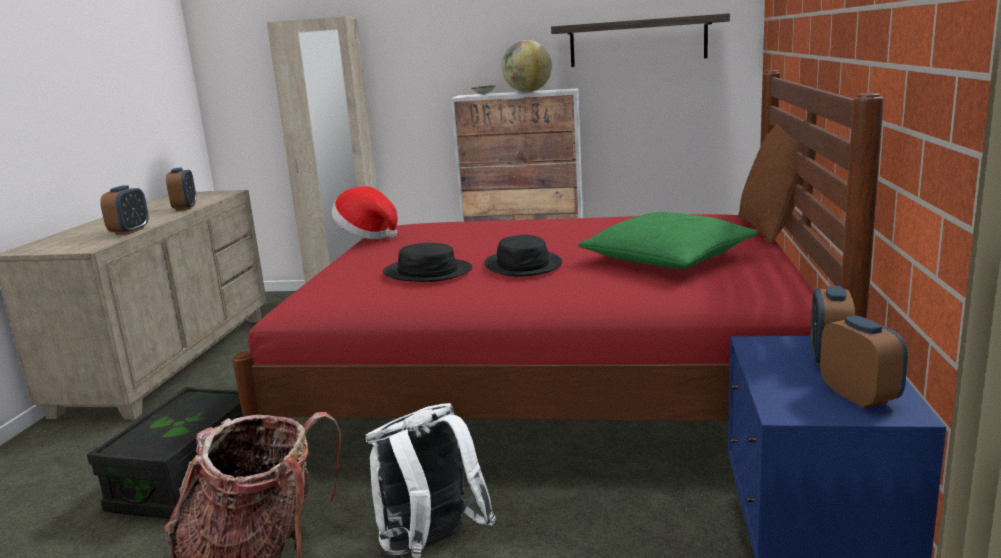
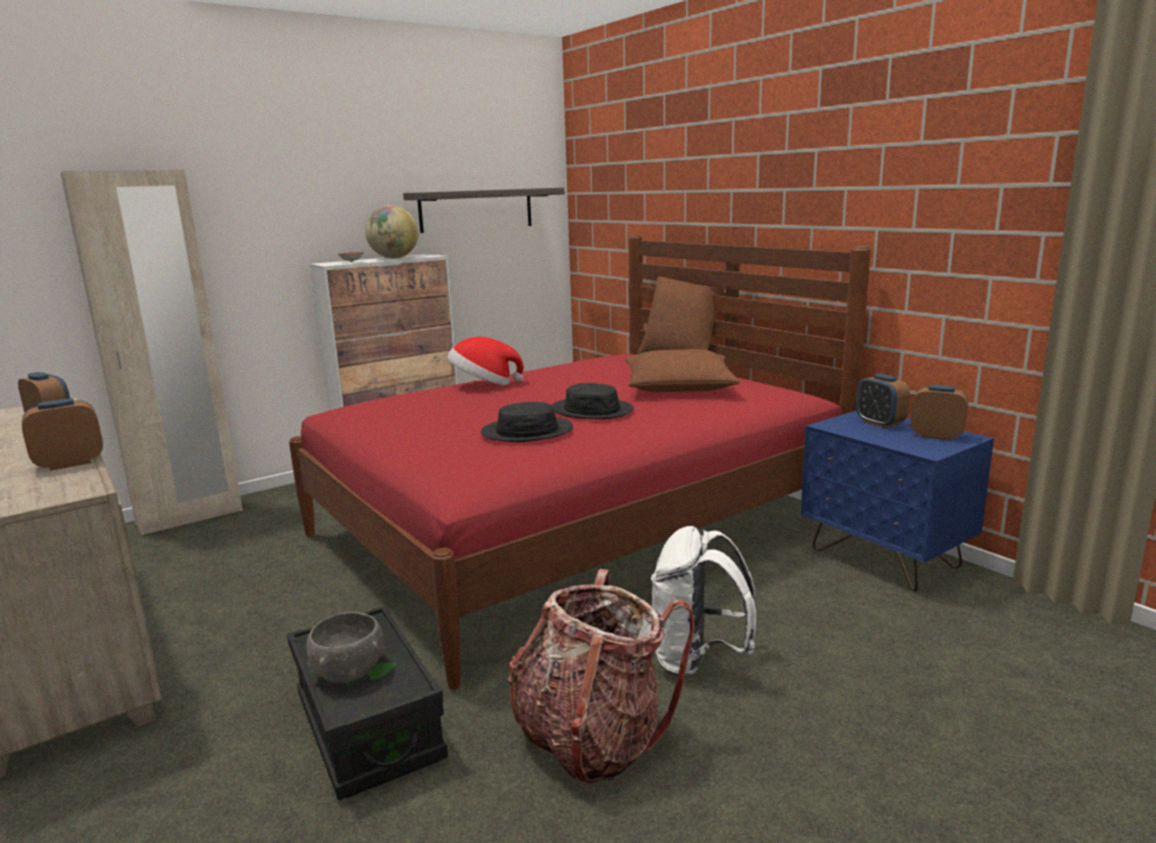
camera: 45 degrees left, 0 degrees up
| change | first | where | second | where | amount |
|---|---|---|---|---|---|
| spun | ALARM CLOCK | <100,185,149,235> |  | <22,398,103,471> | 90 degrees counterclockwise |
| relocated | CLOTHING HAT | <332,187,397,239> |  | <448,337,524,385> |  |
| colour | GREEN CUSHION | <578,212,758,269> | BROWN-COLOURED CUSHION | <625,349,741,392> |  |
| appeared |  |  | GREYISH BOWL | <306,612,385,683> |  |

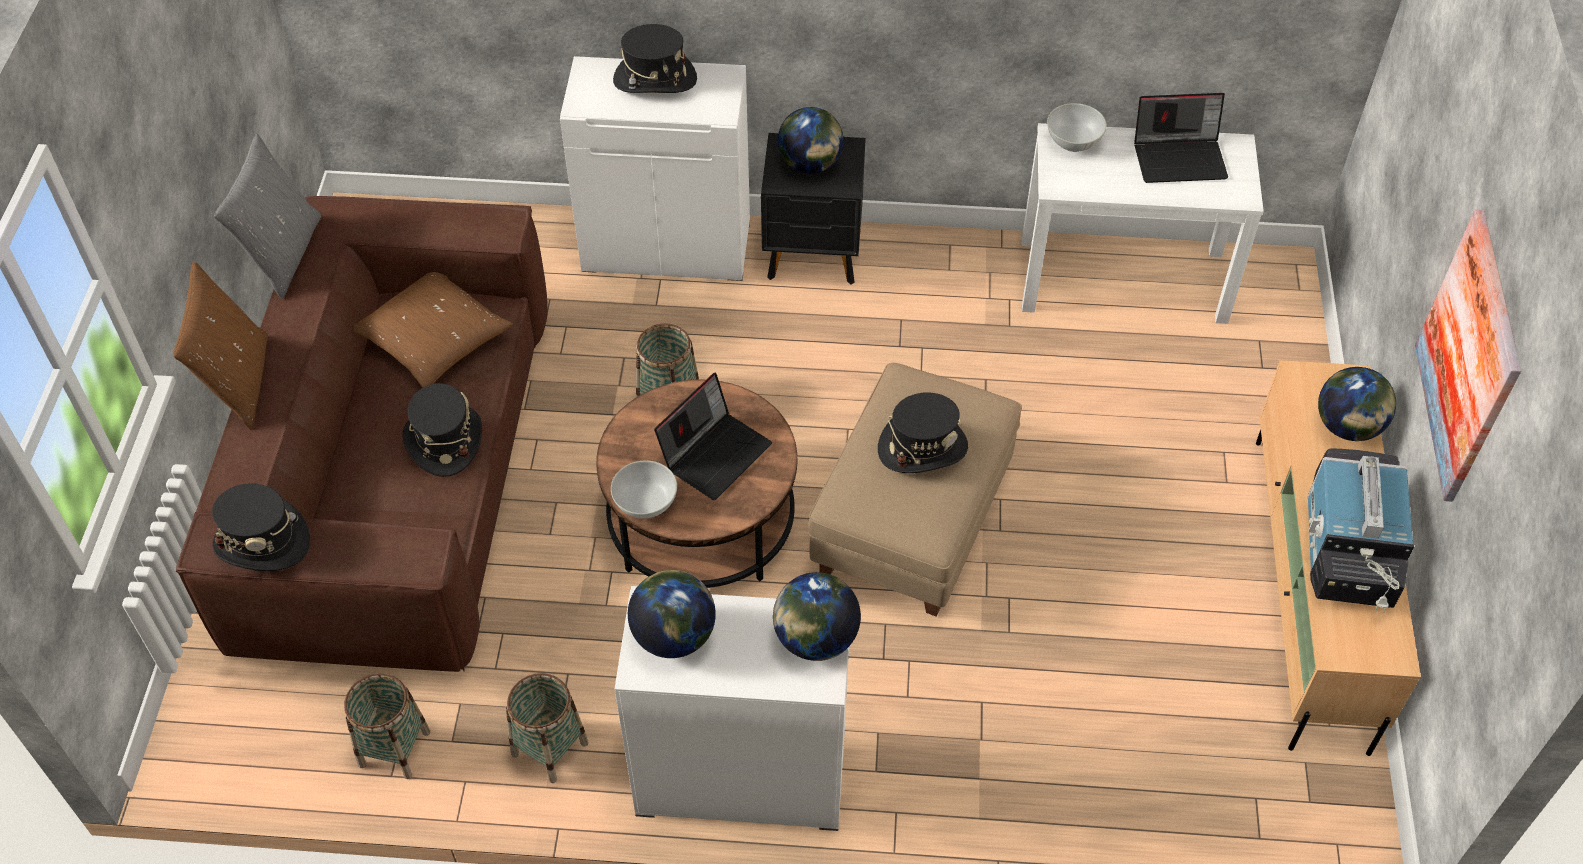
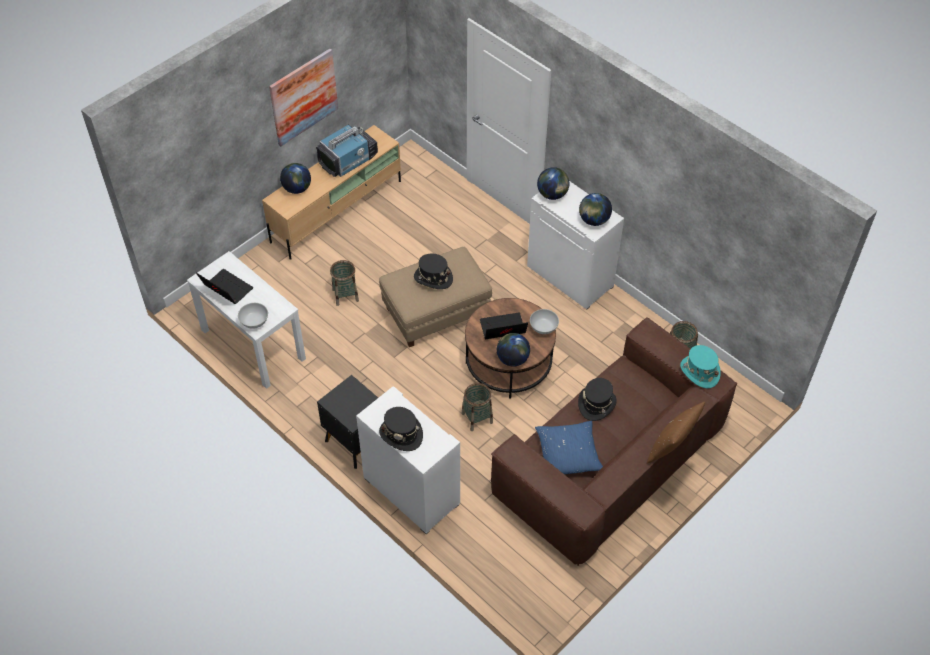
camera: 140 degrees left, 0 degrees up
| change | first | where | second | where | amount |
|---|---|---|---|---|---|
| colour | BLACKISH CLOTHING HAT | <212,483,310,571> | BLUE-GREEN CLOTHING HAT | <680,345,721,388> |  |
| missing | GREYISH CUSHION | <214,134,321,299> |  |  |  |
| colour | BROWN-COLOURED CUSHION | <354,272,513,387> | BLUISH CUSHION | <535,421,603,474> |  |
| relocated | STORAGE BASKET | <506,673,589,783> |  | <330,260,359,306> |  |
| relocated | GLOBE | <778,107,843,174> |  | <497,333,530,367> |  |

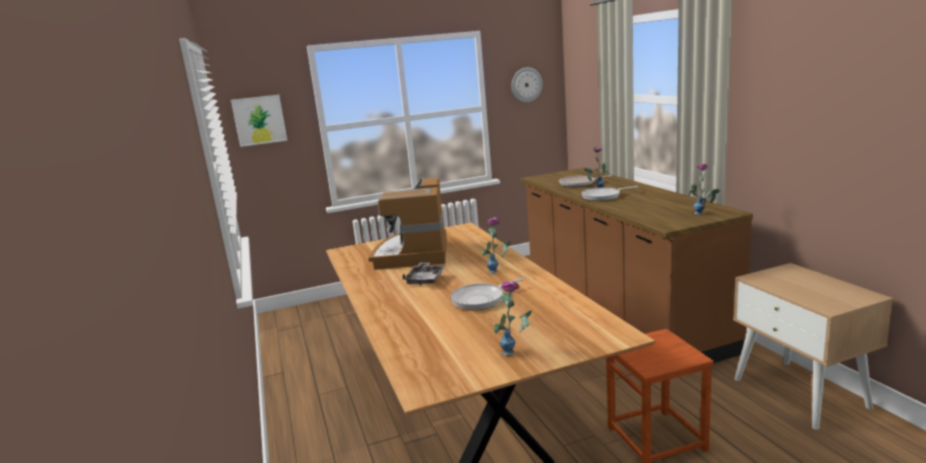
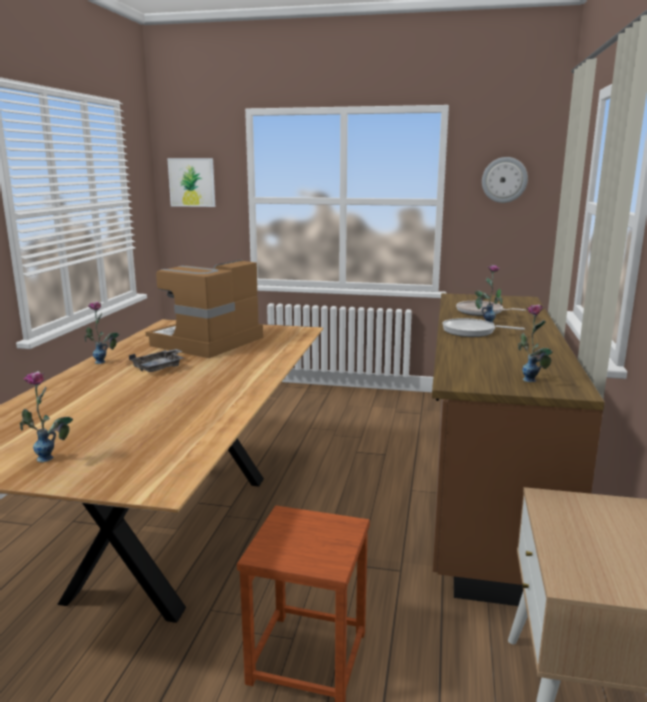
camera: 30 degrees right, 0 degrees up
| change | first | where | second | where | amount |
|---|---|---|---|---|---|
| missing | PAN | <451,278,524,310> |  |  |  |
| relocated | VASE | <482,217,511,274> |  | <85,301,119,364> |  |

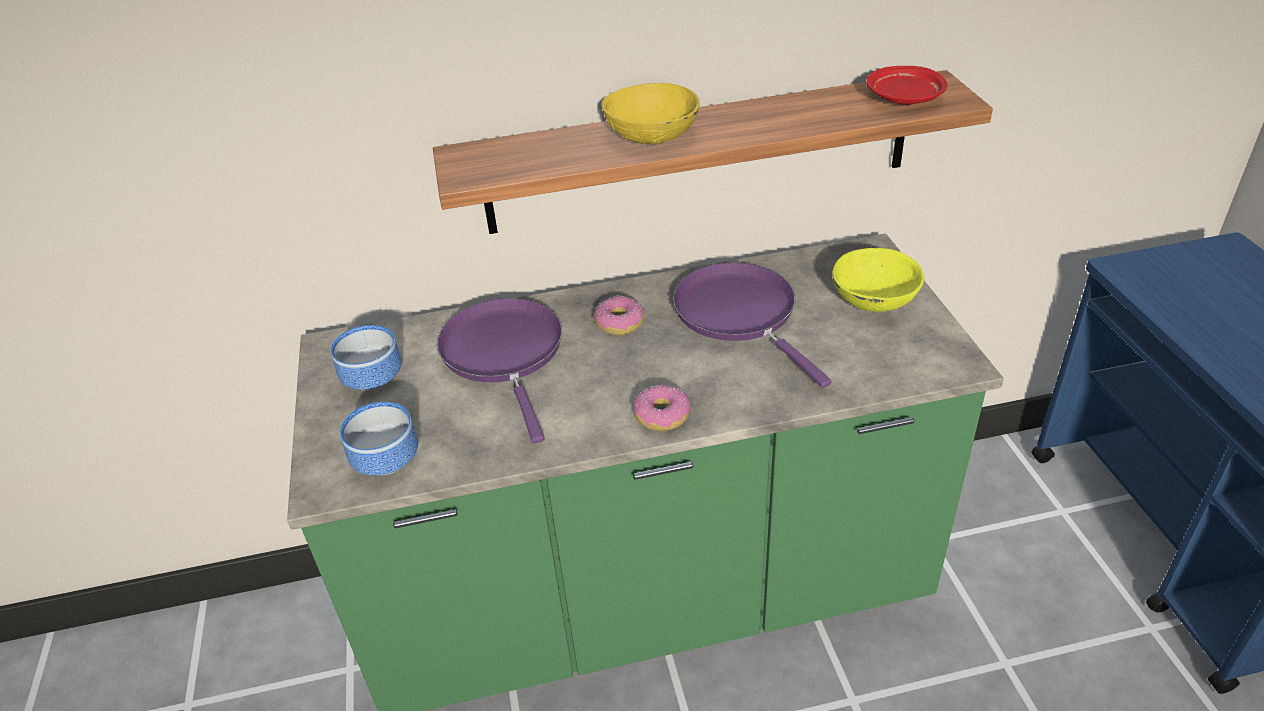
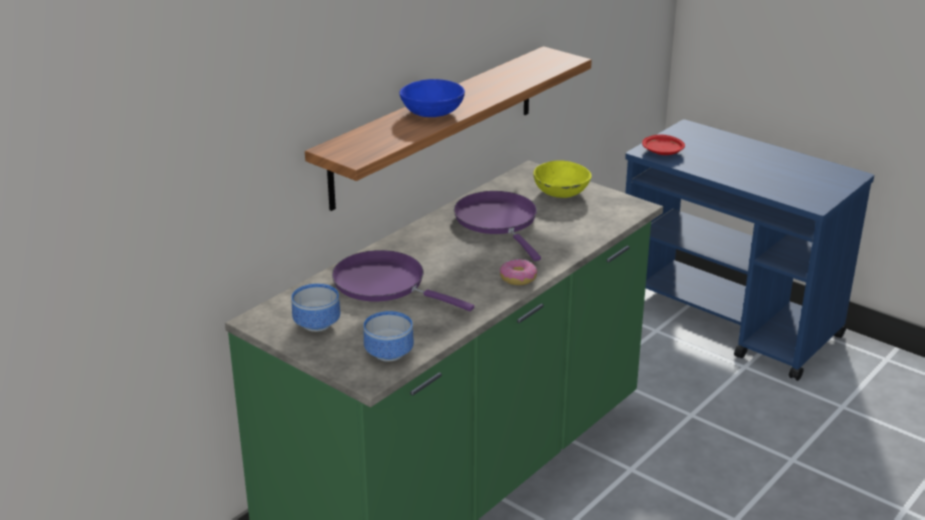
camera: 40 degrees left, 10 degrees down
| change | first | where | second | where | amount |
|---|---|---|---|---|---|
| missing | DONUT | <594,295,644,336> |  |  |  |
| colour | YELLOWISH BOWL | <601,83,699,144> | BLUISH BOWL | <399,79,465,117> |  |
| spun | PURPLE-COLOURED PAN | <673,262,832,388> |  | <454,191,541,261> | 45 degrees clockwise |
| relocated | REDDISH PLATE | <866,66,947,105> |  | <642,135,685,155> |  |

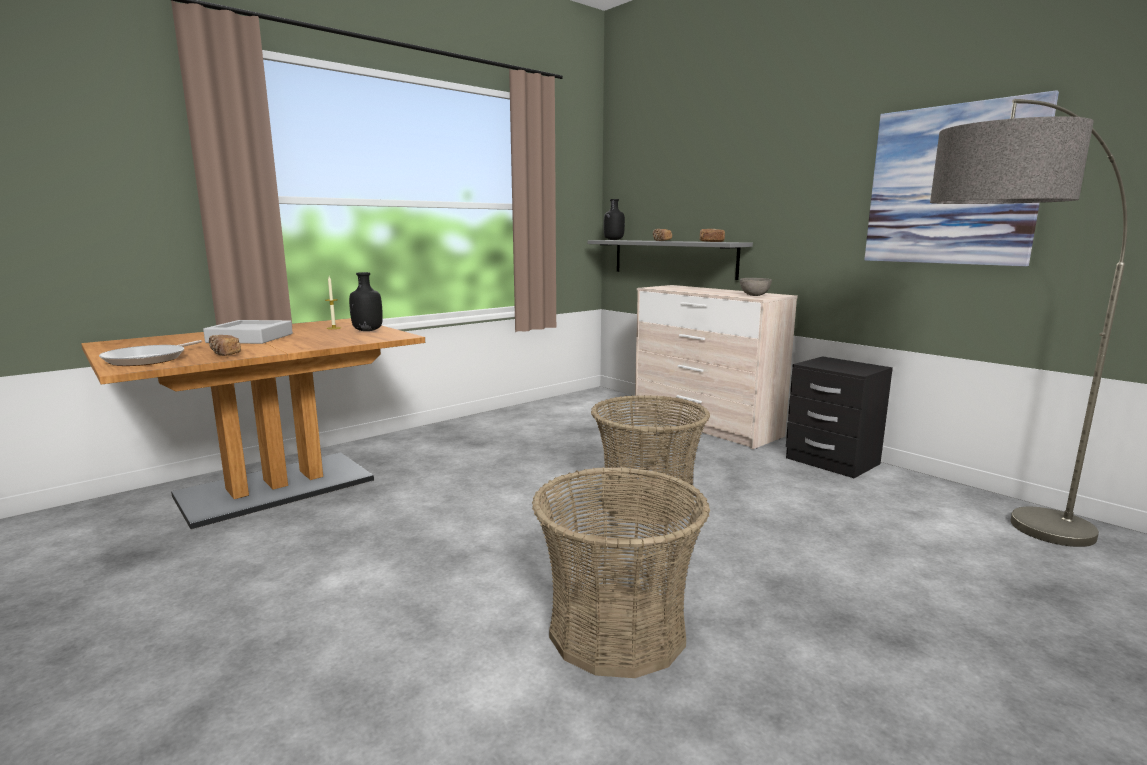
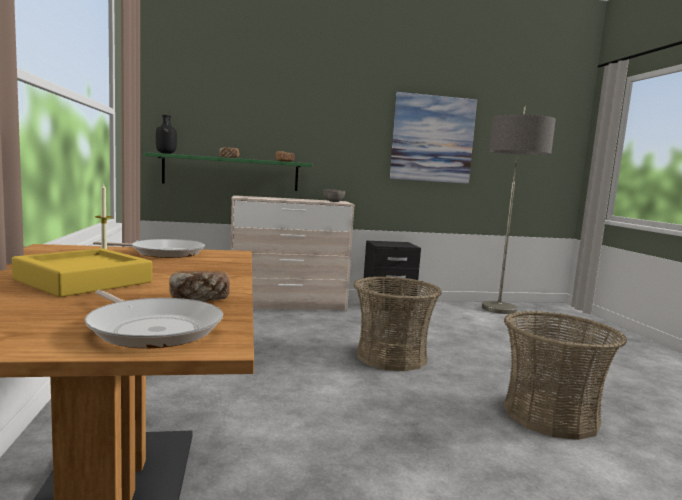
camera: 60 degrees left, 5 degrees down
| change | first | where | second | where | amount |
|---|---|---|---|---|---|
| colour | GREYISH TRAY | <203,320,293,344> | YELLOWISH TRAY | <12,248,152,297> |  |
| exchanged | BLACKISH DRINK BOTTLE | <349,272,383,331> | PAN | <93,239,205,258> |  |
| colour | GREYISH SHELF | <587,240,753,280> | GREEN SHELF | <145,152,312,191> |  |

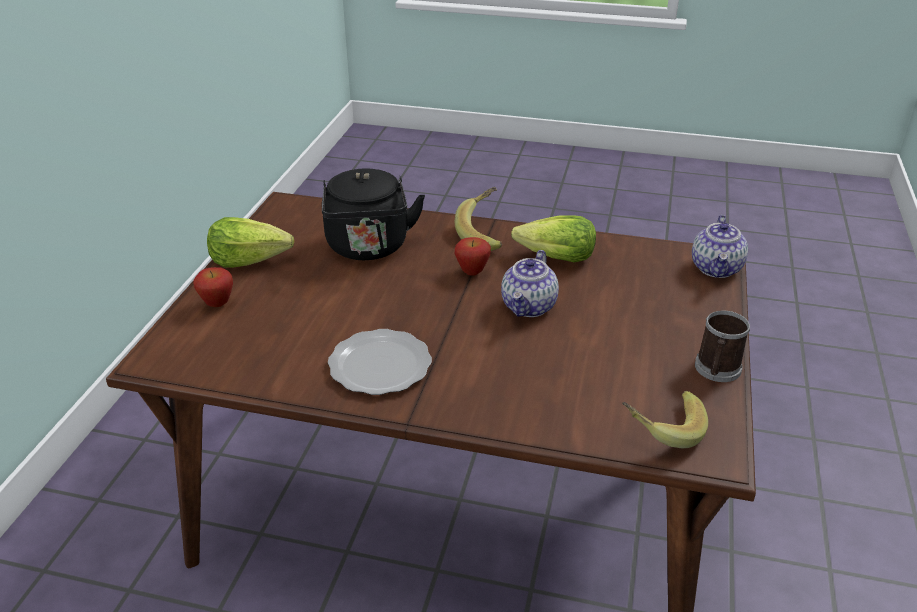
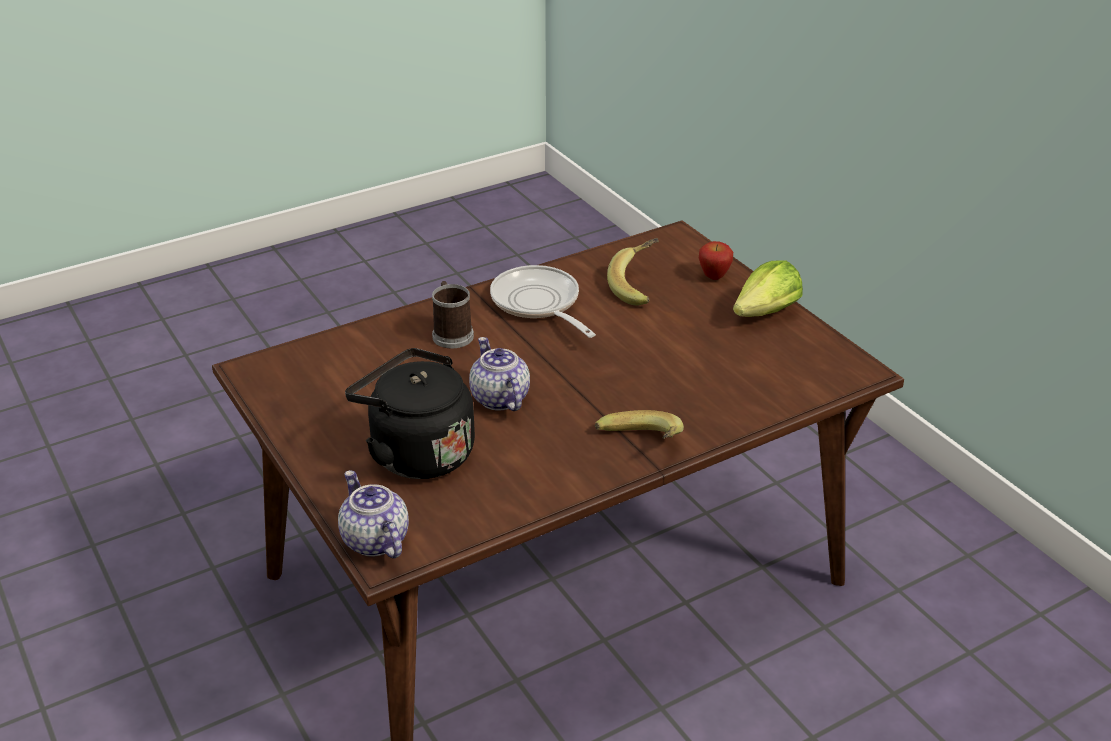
camera: 135 degrees right, 0 degrees up
| change | first | where | second | where | amount |
|---|---|---|---|---|---|
| relocated | BLACKISH TEA KETTLE | <322,169,425,260> |  | <345,348,475,479> |  |
| exchanged | PLATE | <328,329,432,395> | PAN | <490,265,596,338> |  |
| missing | WHOLE APPLE | <455,237,491,276> |  |  |  |
| missing | LETTUCE HEAD | <511,215,596,262> |  |  |  |
| relocated | BANANA | <622,391,708,448> |  | <607,238,659,306> |  |
| relocated | COFFEE MUG | <695,311,750,382> |  | <432,281,474,348> |  |

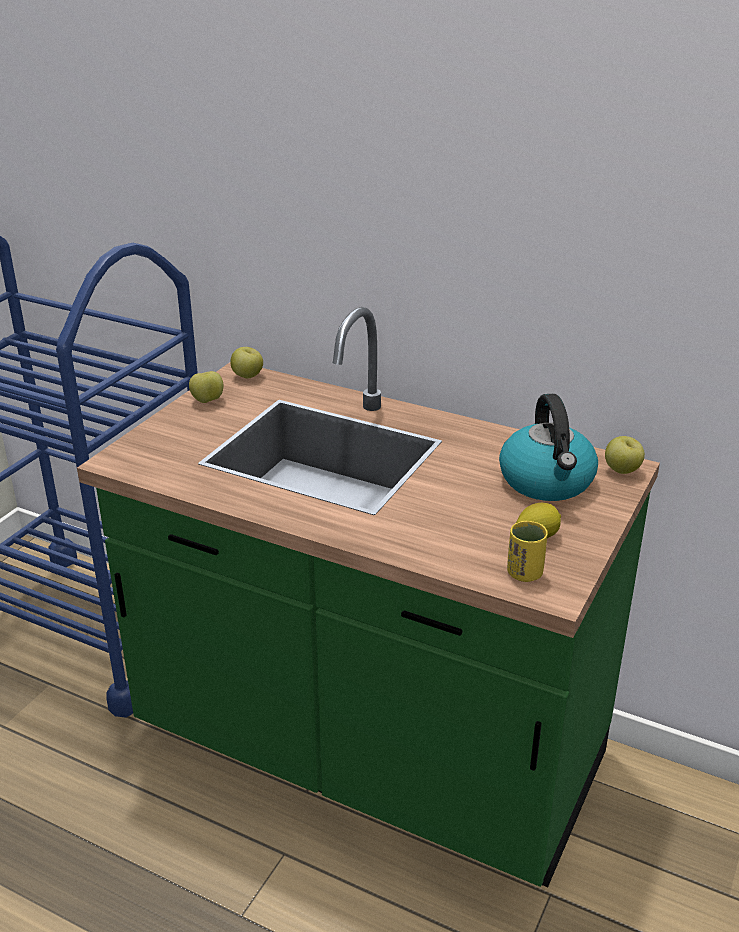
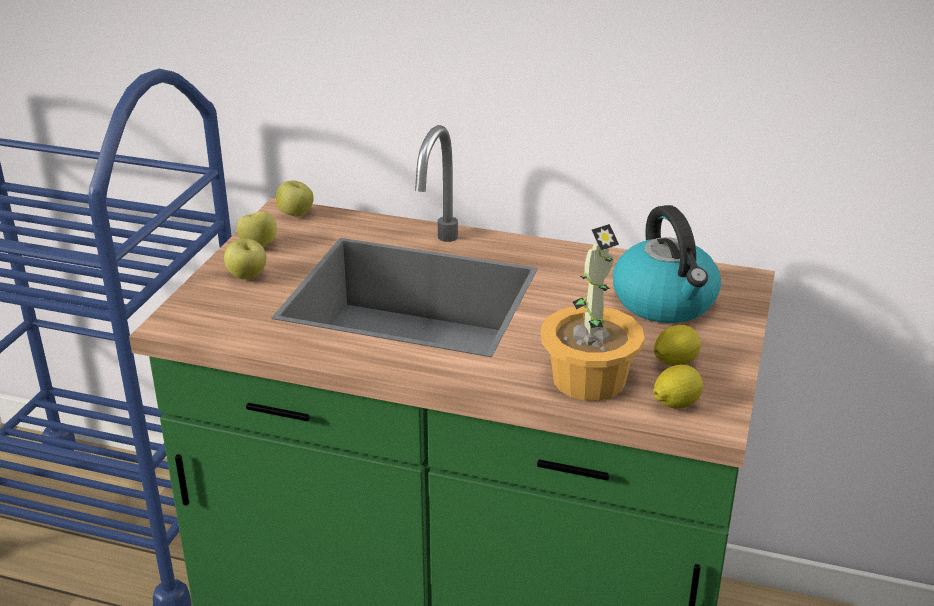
camera: 10 degrees left, 0 degrees up
| change | first | where | second | where | amount |
|---|---|---|---|---|---|
| exchanged | YELLOWISH DRINKING CUP | <507,521,548,582> | WHOLE LEMON | <653,365,703,408> |  |
| relocated | WHOLE APPLE | <605,436,645,474> |  | <224,239,266,279> |  |
| appeared |  |  | PLANT IN A POT | <541,224,645,401> |  |

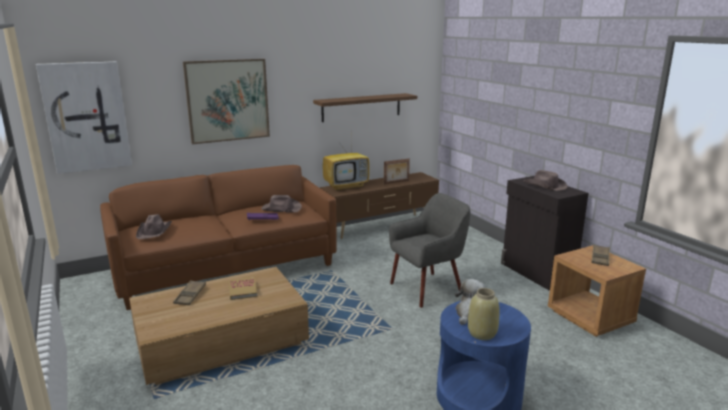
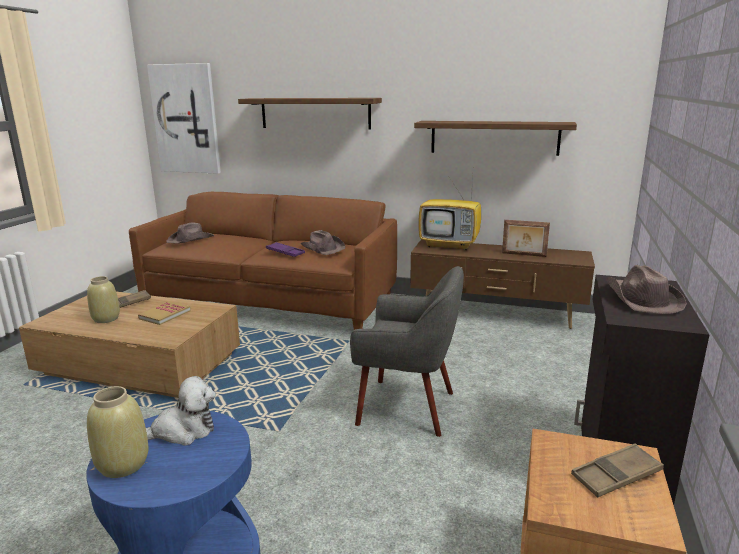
camera: 45 degrees right, 0 degrees up
| change | first | where | second | where | amount |
|---|---|---|---|---|---|
| exchanged | WALL ART | <183,59,270,144> | SHELF | <238,98,382,129> |  |
| appeared |  |  | SAND-COLOURED VASE | <87,276,120,323> |  |

